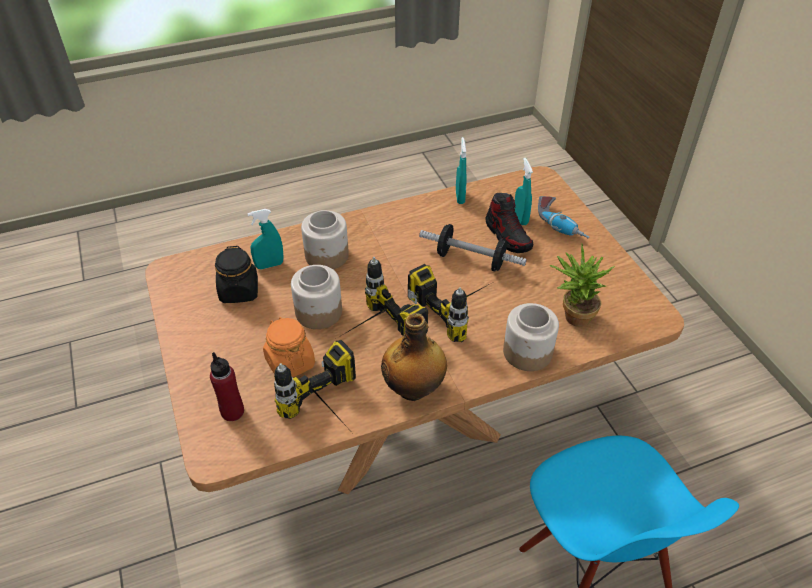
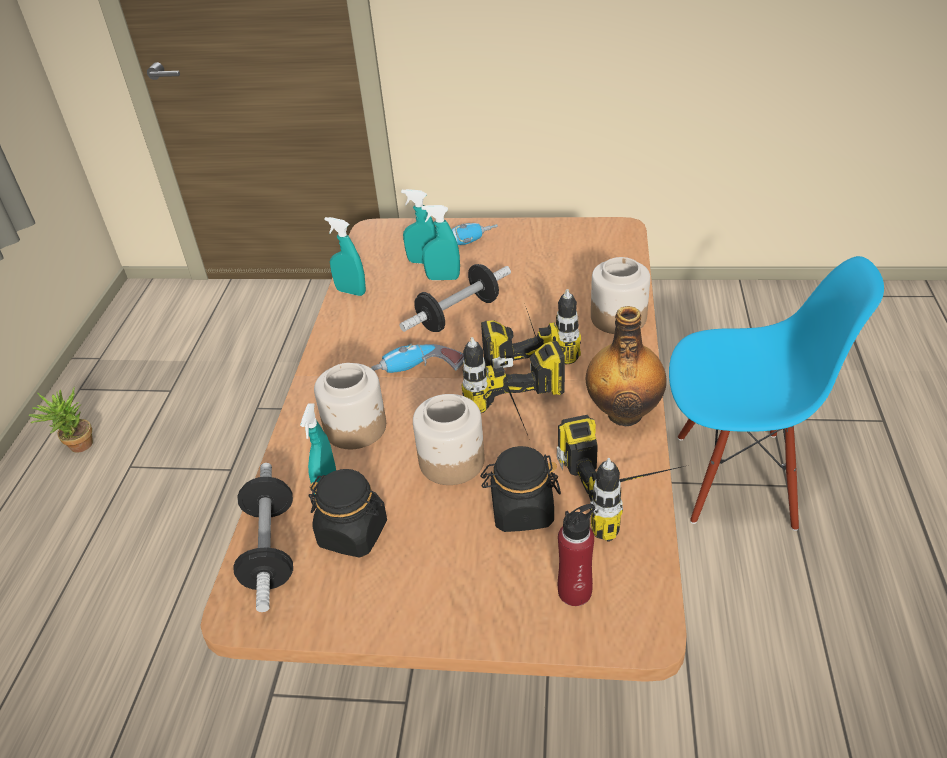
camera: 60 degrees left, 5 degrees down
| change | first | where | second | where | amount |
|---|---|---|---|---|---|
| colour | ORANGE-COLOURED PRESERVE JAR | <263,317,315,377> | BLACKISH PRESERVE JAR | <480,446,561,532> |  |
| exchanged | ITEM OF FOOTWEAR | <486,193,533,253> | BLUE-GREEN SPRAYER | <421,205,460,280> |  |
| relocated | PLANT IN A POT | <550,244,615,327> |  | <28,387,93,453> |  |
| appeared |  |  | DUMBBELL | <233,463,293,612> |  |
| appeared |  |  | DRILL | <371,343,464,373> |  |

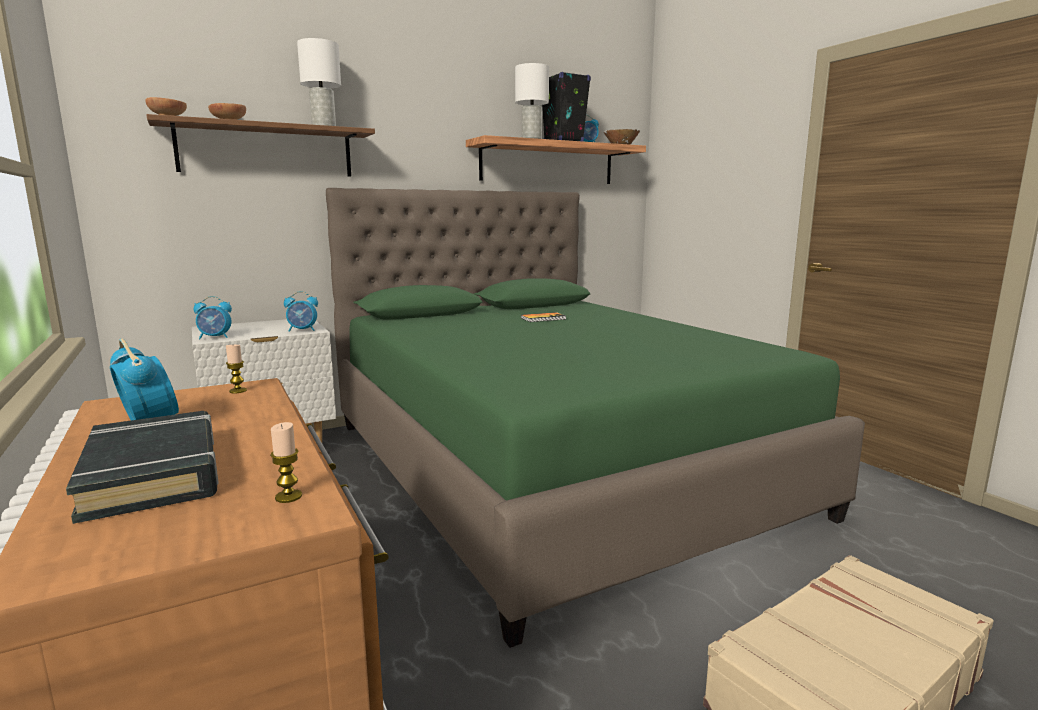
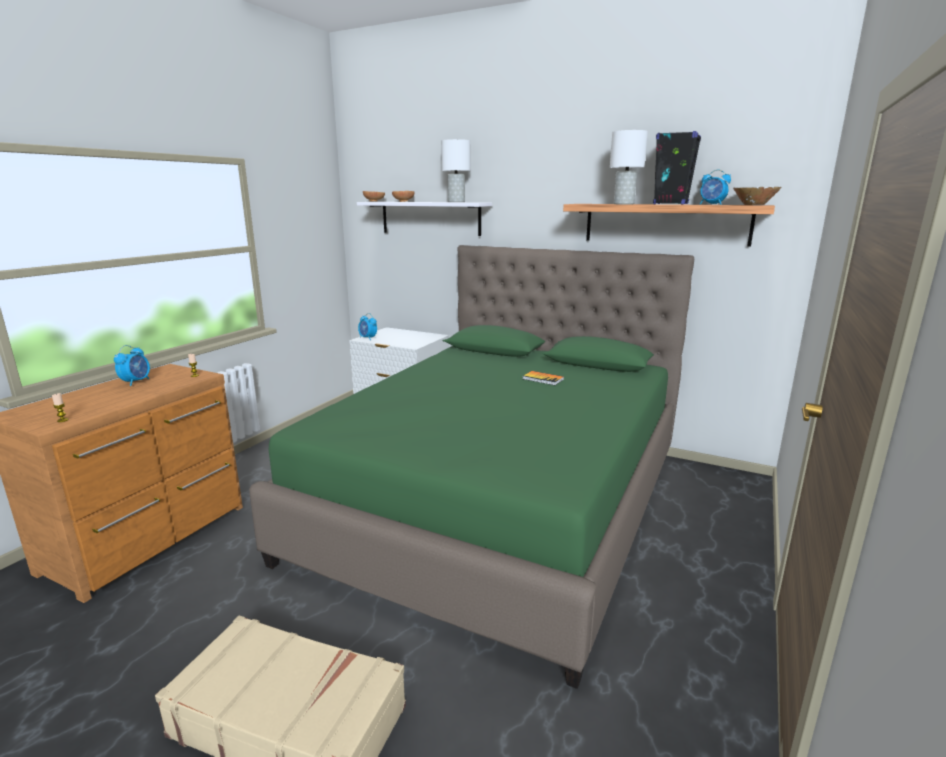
camera: 55 degrees right, 5 degrees up
| change | first | where | second | where | amount |
|---|---|---|---|---|---|
| missing | BLACKISH VOLUME | <66,411,219,524> |  |  |  |
| colour | BROWN-COLOURED SHELF | <146,114,375,177> | WHITISH SHELF | <357,202,492,236> |  |
| missing | ALARM CLOCK | <284,291,318,332> |  |  |  |

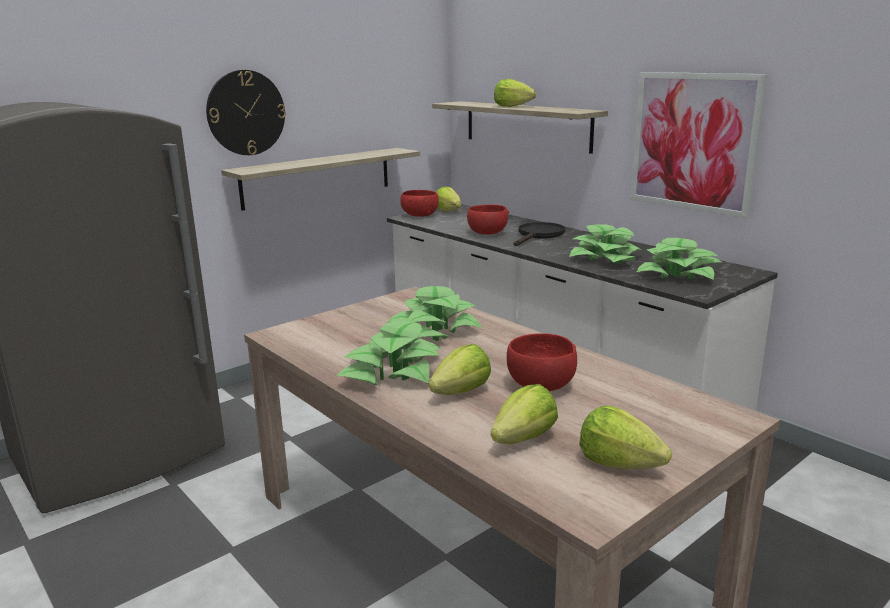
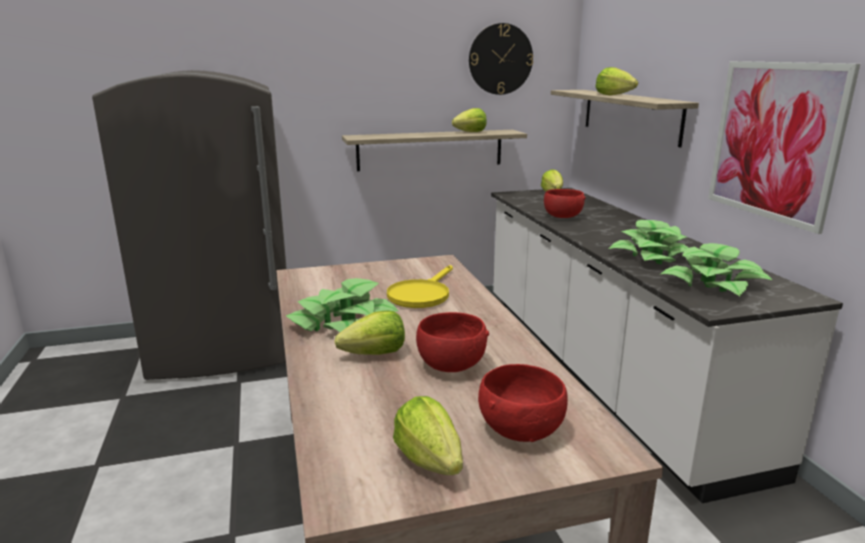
camera: 25 degrees right, 0 degrees up
| change | first | where | second | where | amount |
|---|---|---|---|---|---|
| relocated | CLOCK ON THE WALL | <206,70,286,155> |  | <469,23,533,95> |  |
| exchanged | PLANT IN A POT | <386,286,482,341> | YELLOWISH PAN | <387,265,453,308> |  |
| relocated | REDDISH BOWL | <400,190,439,217> |  | <478,364,568,442> |  |
| relocated | LETTUCE HEAD | <491,384,558,444> |  | <452,108,487,132> |  |
| missing | BLACKISH PAN | <513,222,565,246> |  |  |  |

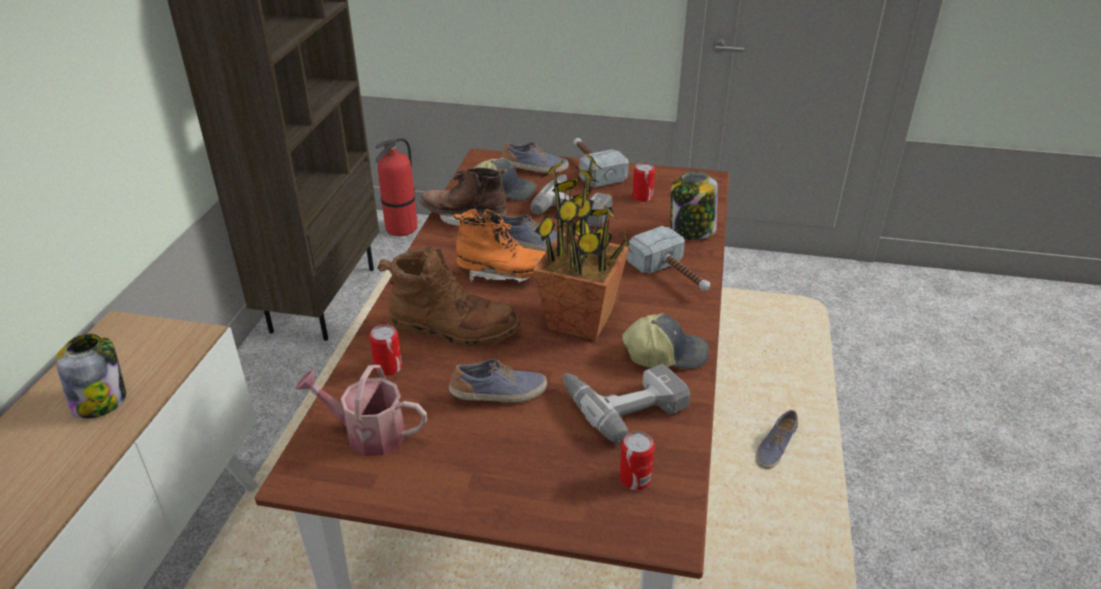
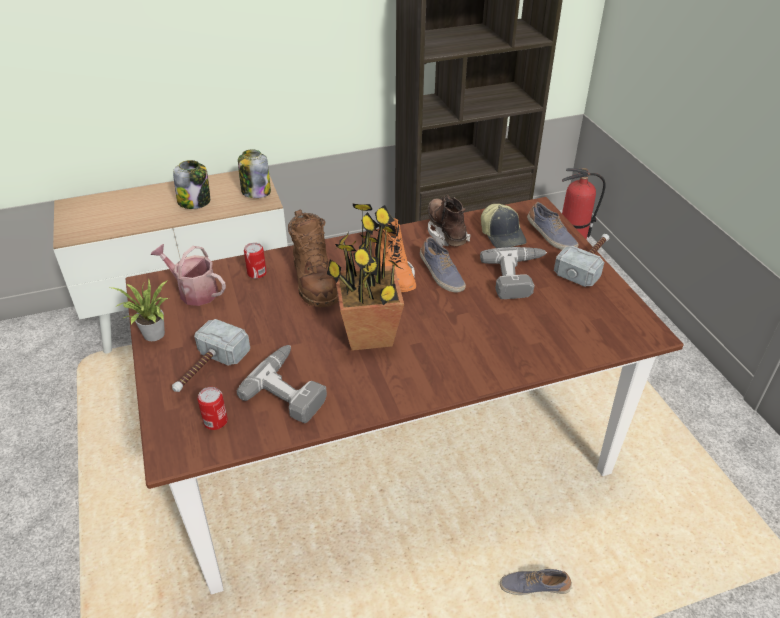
camera: 60 degrees right, 5 degrees up
| change | first | where | second | where | amount |
|---|---|---|---|---|---|
| spun | WATERING POT | <295,365,427,456> |  | <151,244,226,306> | 45 degrees counterclockwise |
| missing | ITEM OF FOOTWEAR | <449,359,547,403> |  |  |  |
| missing | BASEBALL CAP | <622,313,709,369> |  |  |  |
| relocated | TOOL HAMMER | <627,226,710,291> |  | <172,319,250,392> |  |
| missing | CAN | <632,162,655,202> |  |  |  |
| relocated | PRESERVE JAR | <671,171,718,240> |  | <238,149,271,198> |  |
| appeared |  |  | PLANT IN A POT | <112,279,169,341> |  |

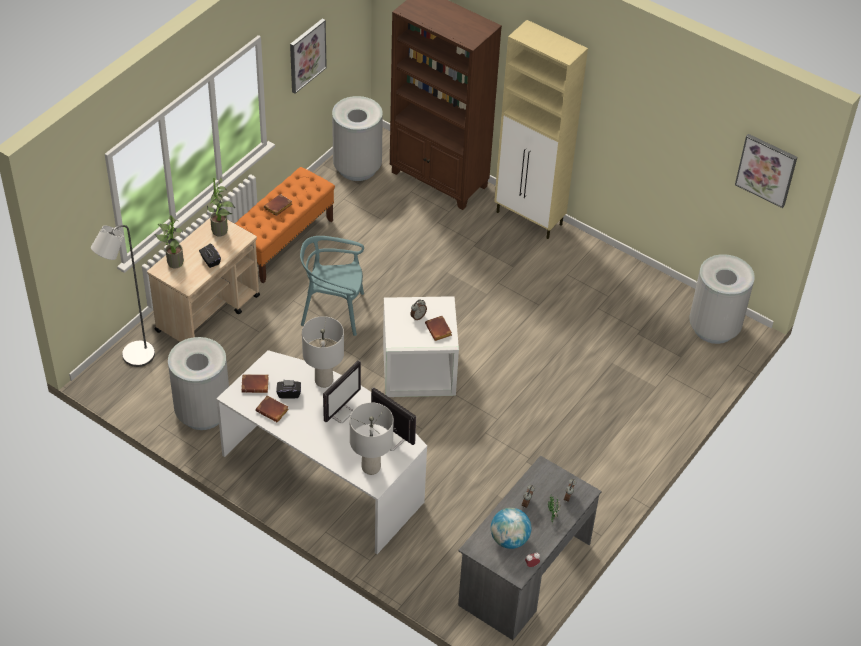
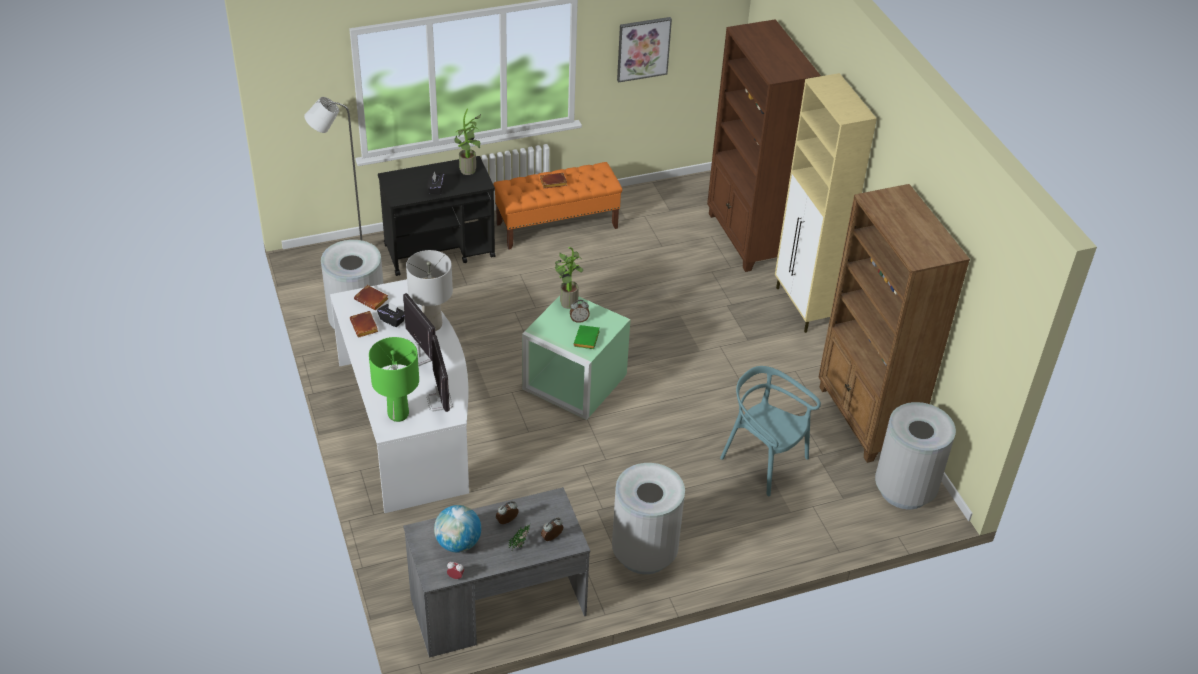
camera: 35 degrees right, 5 degrees down
| change | first | where | second | where | amount |
|---|---|---|---|---|---|
| colour | SAND-COLOURED TROLLEY | <147,218,260,342> | BLACKISH TROLLEY | <378,156,495,276> |  |
| relocated | PLANT IN A POT | <154,215,184,268> |  | <555,247,583,309> |  |
| relocated | BLUE-GREEN CHAIR | <300,236,364,336> |  | <720,366,821,496> |  |
| spun | COMPUTER SCREEN | <323,360,361,423> |  | <403,293,436,366> | 105 degrees counterclockwise |
| relocated | GREYISH RUBBISH BIN | <332,96,383,181> |  | <612,463,685,574> |  |
| colour | GREYISH TABLE LAMP | <350,402,394,475> | GREEN TABLE LAMP | <369,337,419,422> |  |
| colour | WHITISH STORAGE CONTAINER | <383,296,459,397> | GREEN STORAGE CONTAINER | <522,296,630,420> |  |
| colour | BROWN-COLOURED VOLUME | <425,316,452,341> | GREEN VOLUME | <573,325,600,349> |  |
| missing | WALL ART | <735,134,797,208> |  |  |  |
| appeared |  |  | BROWN-COLOURED BOOKSHELF | <819,184,970,463> |  |

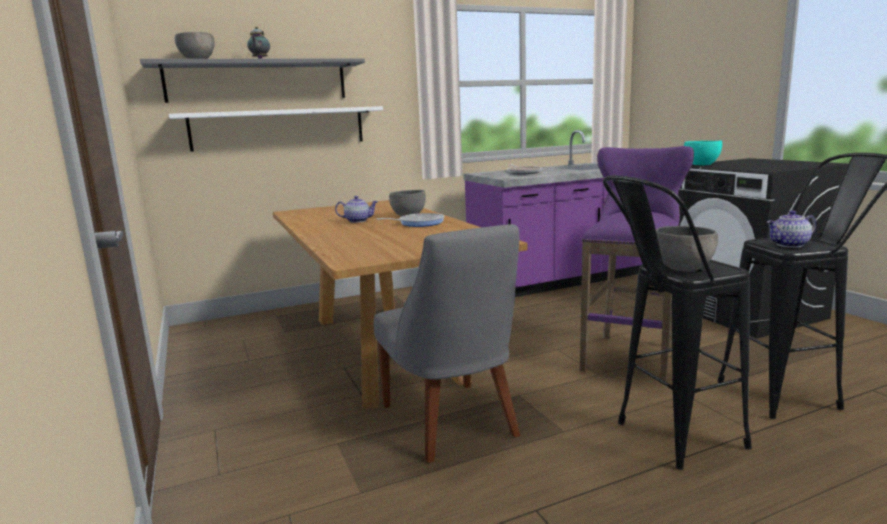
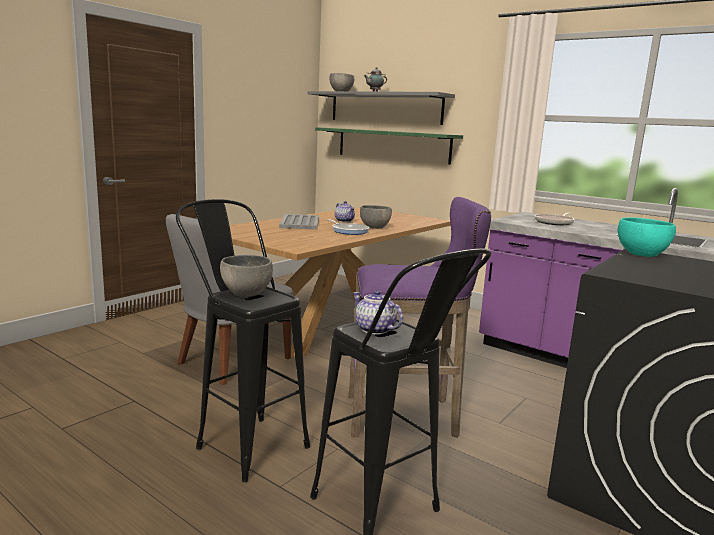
camera: 60 degrees right, 0 degrees up
| change | first | where | second | where | amount |
|---|---|---|---|---|---|
| colour | WHITISH SHELF | <169,106,383,152> | GREEN SHELF | <315,127,463,165> |  |
| appeared |  |  | GREYISH TRAY | <279,214,319,230> |  |

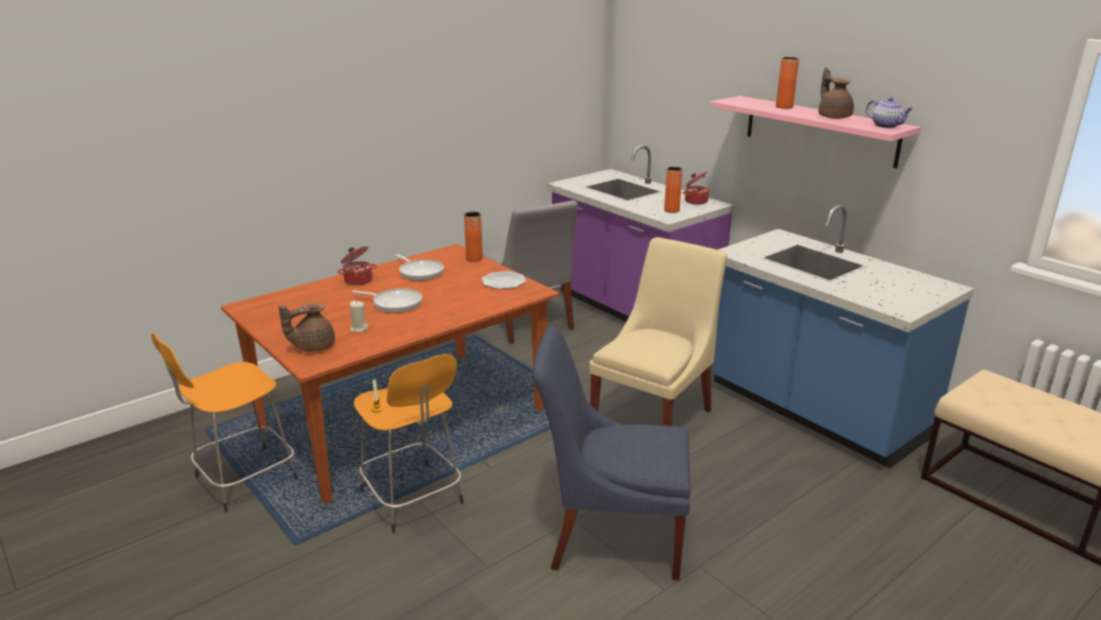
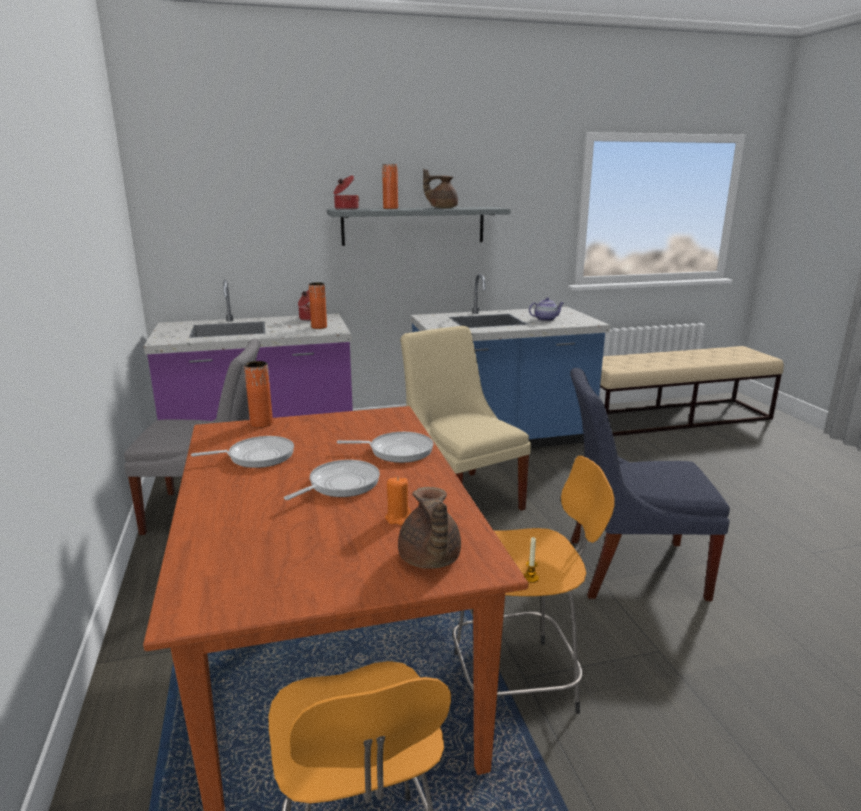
camera: 65 degrees left, 5 degrees down
| change | first | where | second | where | amount |
|---|---|---|---|---|---|
| relocated | SAUCEPOT | <337,246,377,285> |  | <334,175,359,210> |  |
| colour | SAND-COLOURED CANDLE | <350,301,368,332> | ORANGE-COLOURED CANDLE | <385,477,411,525> |  |
| missing | PLATE | <482,271,526,289> |  |  |  |
| spun | BLUISH CHAIR | <532,326,691,580> |  | <570,368,730,601> | 60 degrees clockwise |
| colour | PINK SHELF | <710,96,921,168> | GREYISH SHELF | <327,207,510,246> |  |
| relocated | TEAPOT | <866,97,913,128> |  | <529,297,564,321> |  |
| appeared |  |  | PAN | <337,432,434,463> |  |

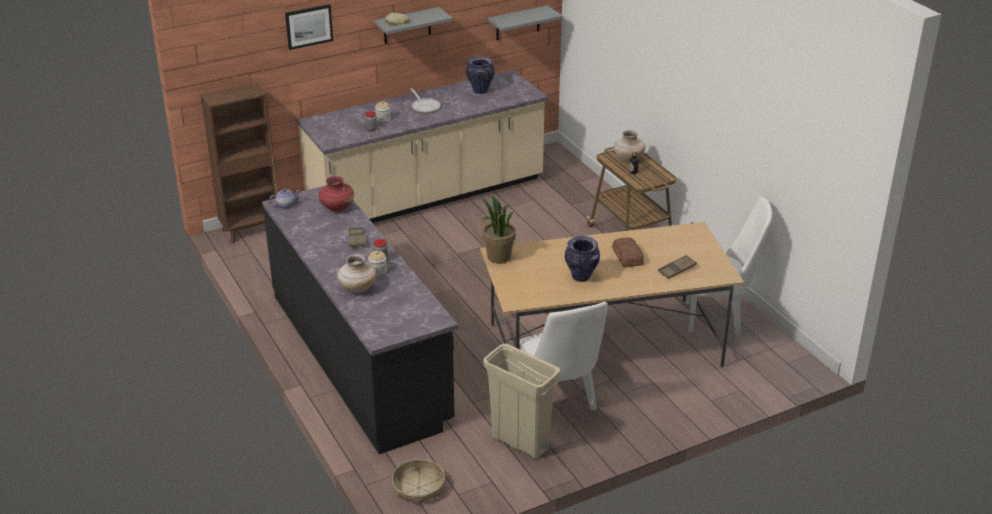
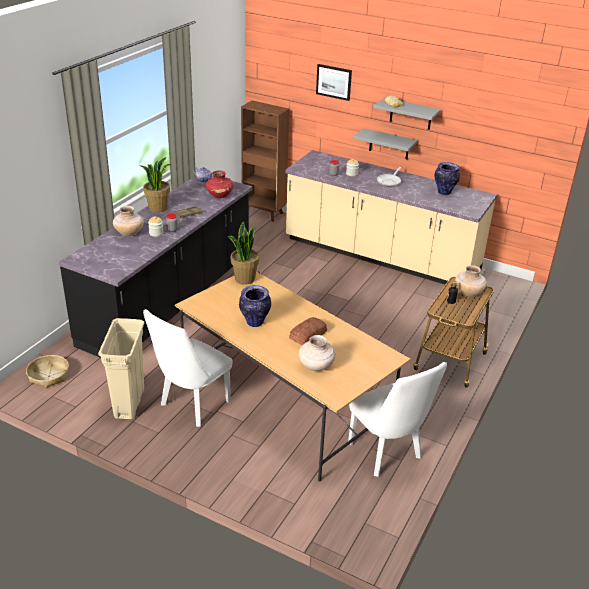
camera: 55 degrees right, 0 degrees up
| change | first | where | second | where | amount |
|---|---|---|---|---|---|
| relocated | GREYISH SHELF | <488,5,563,40> |  | <353,128,418,159> |  |
| exchanged | BROWN-COLOURED TRAY | <658,255,697,279> | SAND-COLOURED VASE | <299,335,336,371> |  |
| appeared |  |  | PLANT IN A POT | <140,157,171,213> |  |

